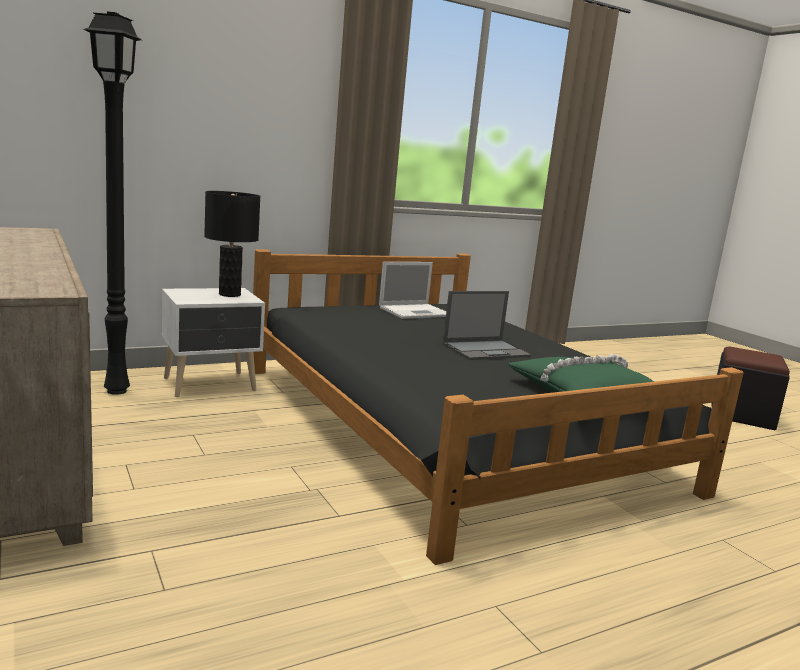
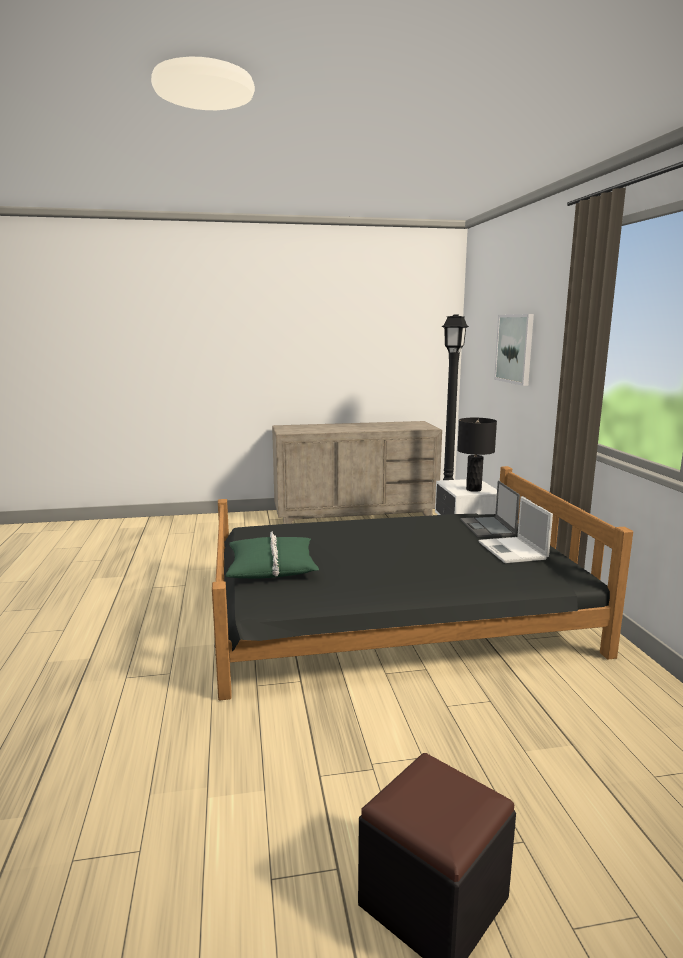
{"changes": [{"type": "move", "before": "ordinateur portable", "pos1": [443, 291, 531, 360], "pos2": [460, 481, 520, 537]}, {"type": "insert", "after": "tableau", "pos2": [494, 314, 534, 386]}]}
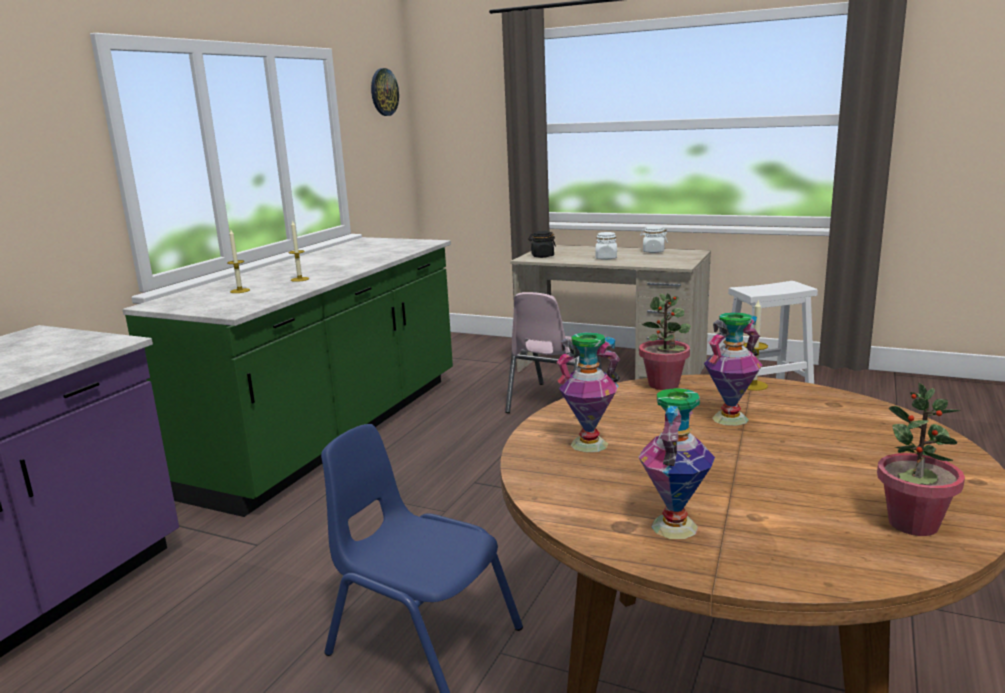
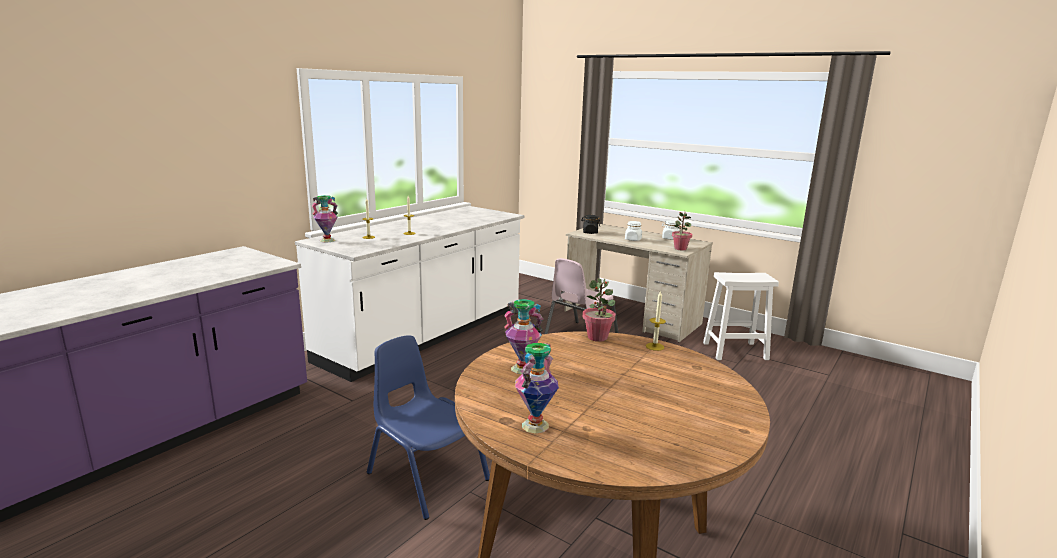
{"changes": [{"type": "delete", "before": "horloge murale", "pos1": [371, 68, 399, 116]}, {"type": "recolor", "before": "comptoir de cuisine [vert]", "after": "comptoir de cuisine [blanc]", "pos1": [122, 237, 453, 517], "pos2": [295, 206, 524, 382]}, {"type": "move", "before": "vase", "pos1": [704, 312, 762, 426], "pos2": [312, 195, 338, 242]}, {"type": "move", "before": "plante en pot", "pos1": [877, 383, 965, 536], "pos2": [672, 212, 692, 251]}]}
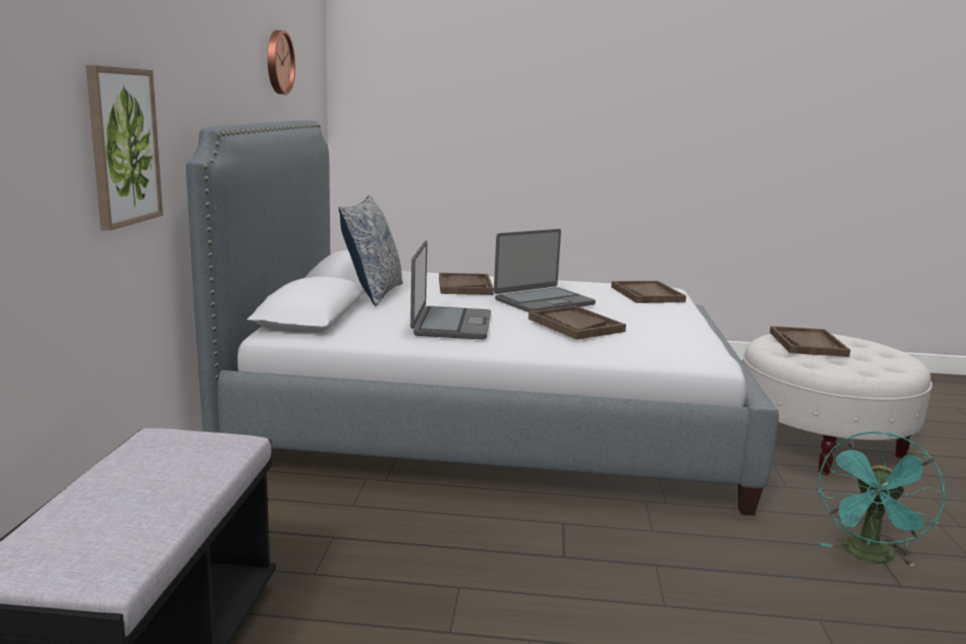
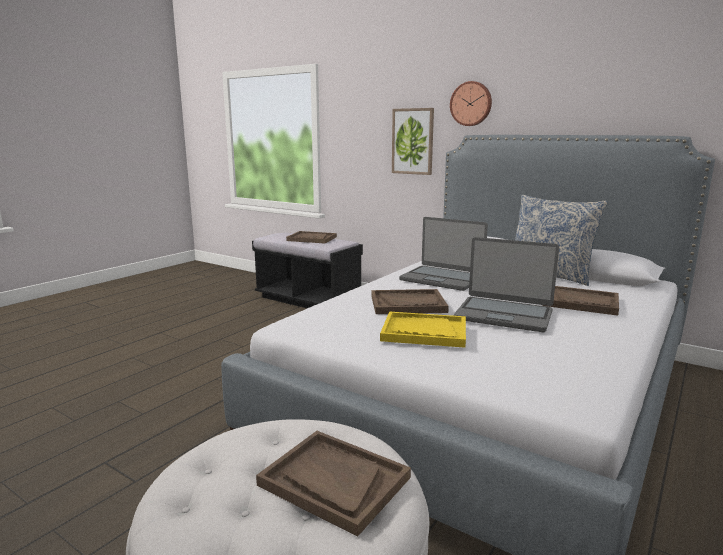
{"changes": [{"type": "move", "before": "horloge murale", "pos1": [267, 30, 295, 94], "pos2": [450, 81, 492, 126]}, {"type": "rotate", "before": "ordinateur portable", "pos1": [494, 229, 596, 312], "pos2": [454, 237, 559, 332], "turn": -60}, {"type": "move", "before": "plateau [marron]", "pos1": [611, 281, 686, 303], "pos2": [286, 231, 337, 244]}, {"type": "delete", "before": "ventilateur [turquoise]", "pos1": [818, 431, 946, 567]}, {"type": "insert", "after": "plateau [jaune]", "pos2": [380, 312, 466, 348]}]}
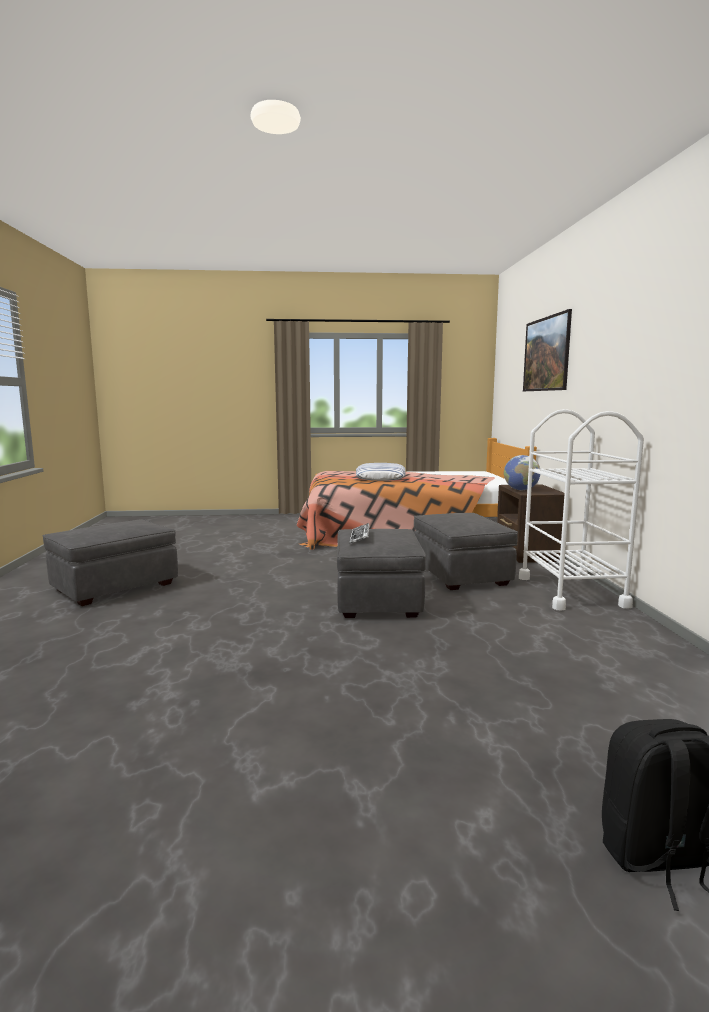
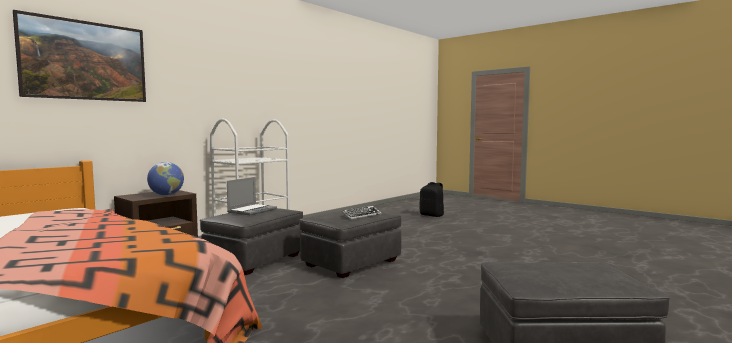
{"changes": [{"type": "delete", "before": "coussin", "pos1": [356, 463, 405, 481]}, {"type": "insert", "after": "ordinateur portable", "pos2": [227, 177, 277, 215]}]}
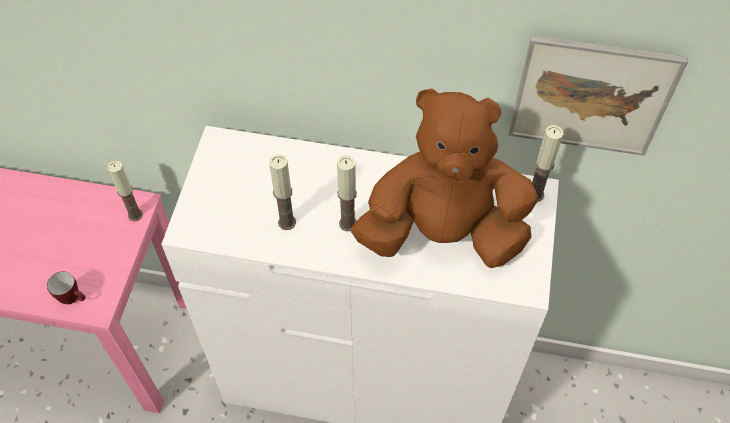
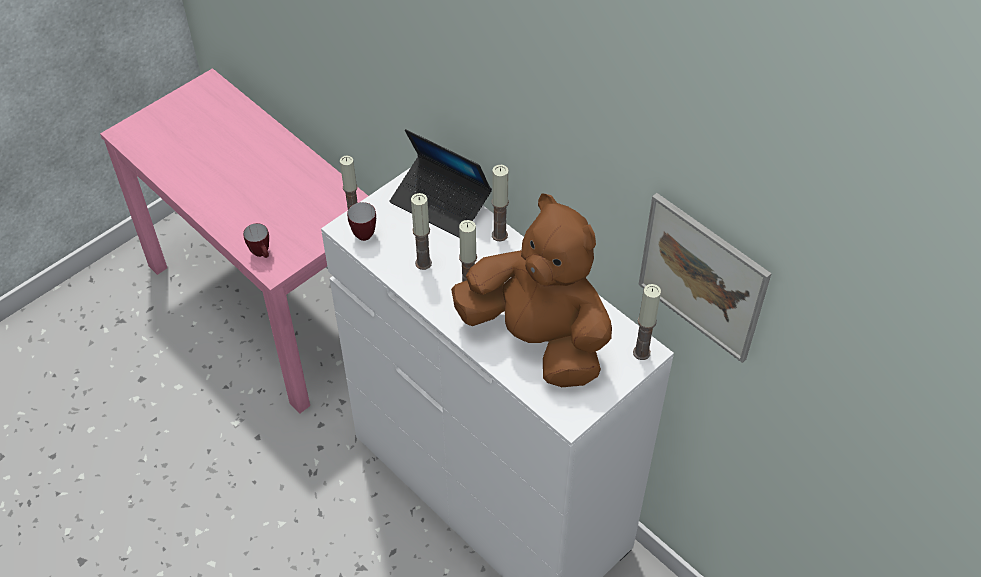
{"changes": [{"type": "insert", "after": "ordinateur portable", "pos2": [390, 129, 492, 238]}, {"type": "insert", "after": "bougie", "pos2": [492, 165, 509, 242]}, {"type": "insert", "after": "mug", "pos2": [347, 202, 376, 241]}]}
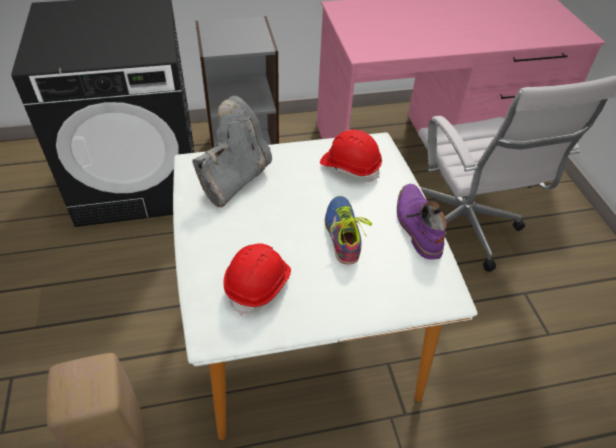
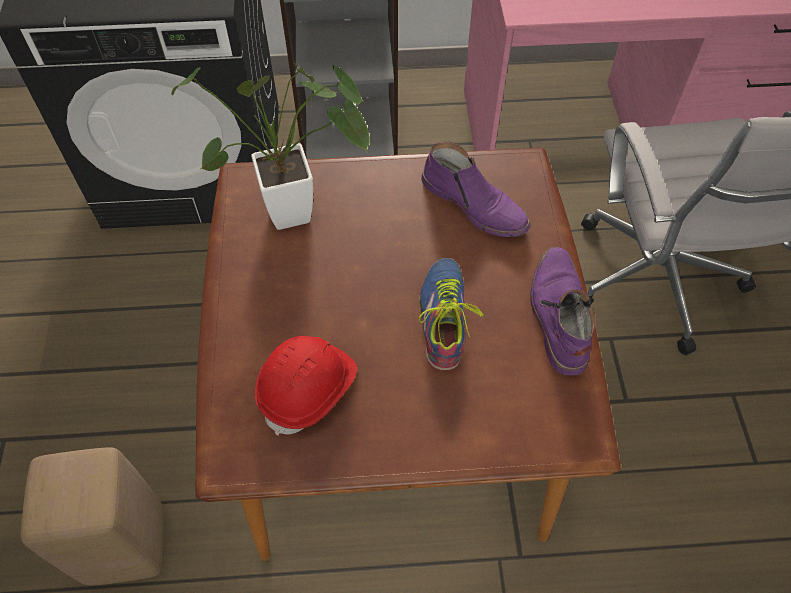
{"changes": [{"type": "replace", "before": "botte [gris]", "after": "plante en pot", "pos1": [192, 96, 272, 207], "pos2": [171, 62, 370, 230]}, {"type": "replace", "before": "casque de chantier [rouge]", "after": "botte [violet]", "pos1": [320, 129, 382, 182], "pos2": [421, 142, 531, 237]}, {"type": "recolor", "before": "table à manger [blanc]", "after": "table à manger [marron]", "pos1": [173, 132, 478, 440], "pos2": [195, 148, 621, 561]}]}
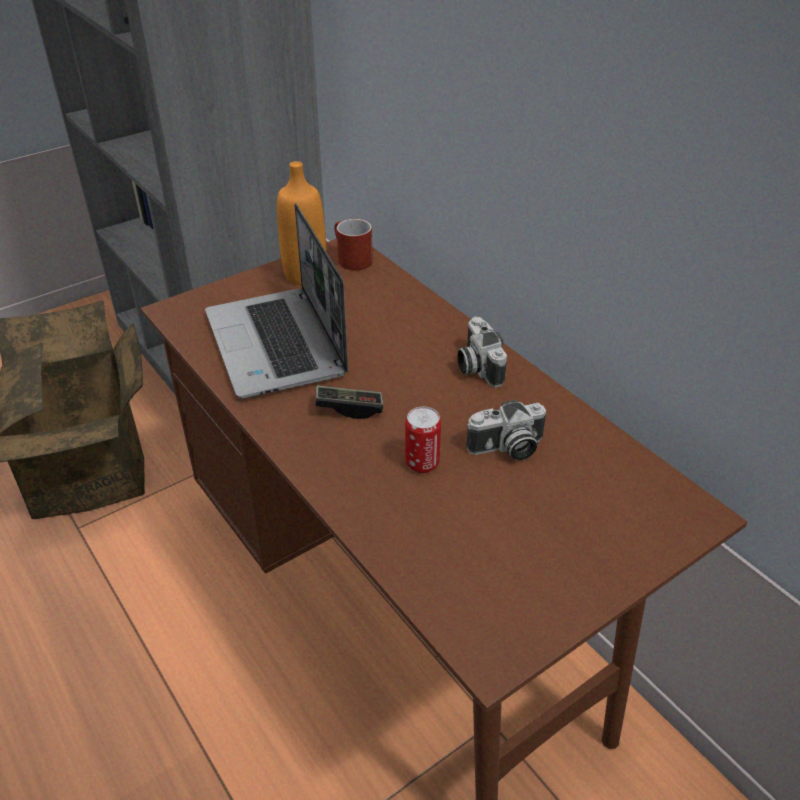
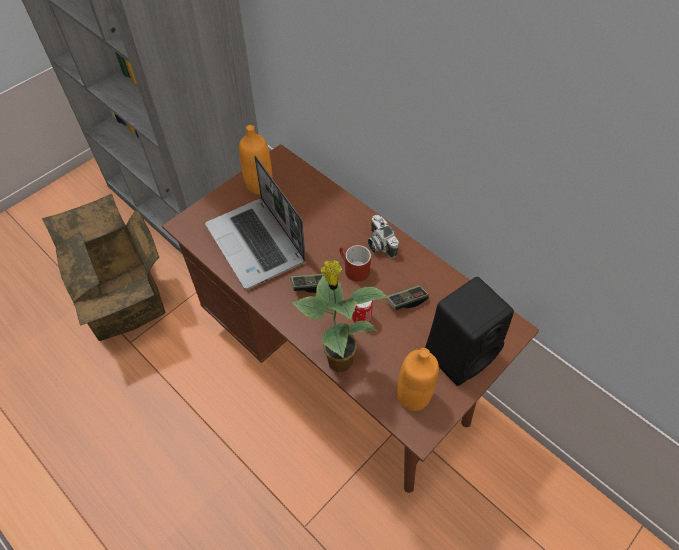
{"changes": [{"type": "move", "before": "mug [rouge]", "pos1": [334, 219, 373, 270], "pos2": [339, 245, 371, 282]}, {"type": "replace", "before": "appareil photo", "after": "manette", "pos1": [466, 400, 546, 460], "pos2": [386, 285, 429, 310]}, {"type": "insert", "after": "plante en pot", "pos2": [292, 260, 390, 372]}, {"type": "insert", "after": "enceinte [noir]", "pos2": [425, 277, 514, 386]}, {"type": "insert", "after": "bouteille [orange]", "pos2": [397, 348, 439, 411]}]}
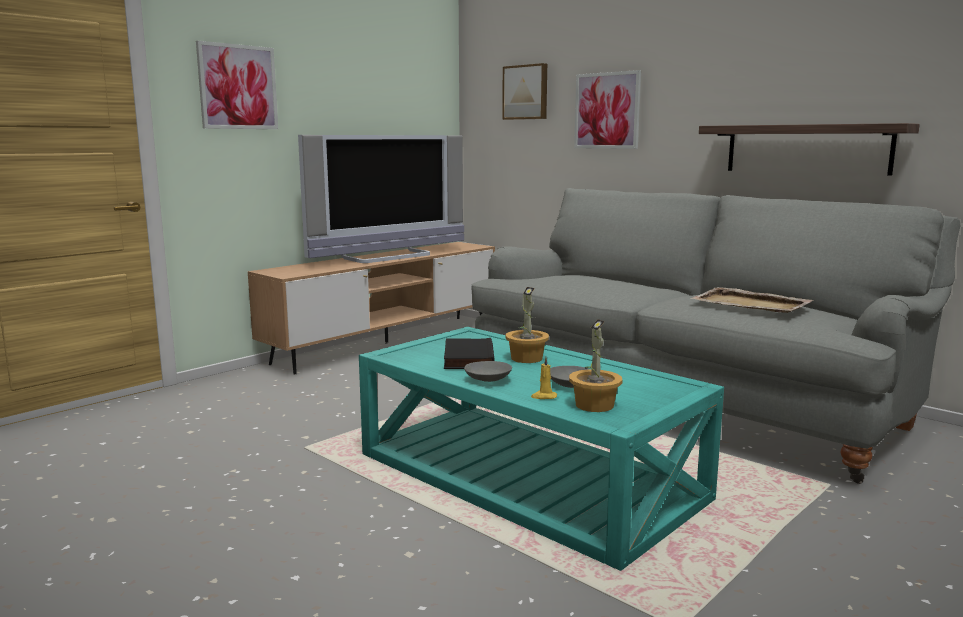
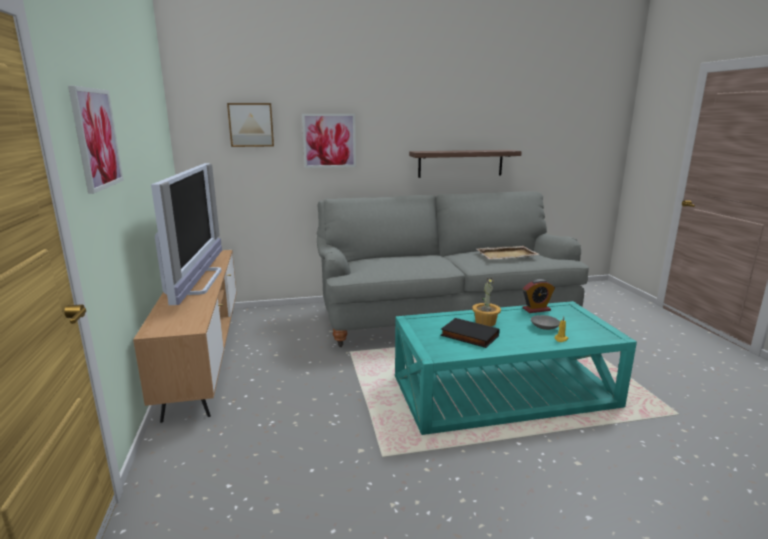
{"changes": [{"type": "delete", "before": "plante en pot", "pos1": [569, 319, 622, 412]}, {"type": "delete", "before": "bol [gris]", "pos1": [464, 361, 512, 382]}, {"type": "insert", "after": "réveil", "pos2": [523, 279, 555, 313]}]}
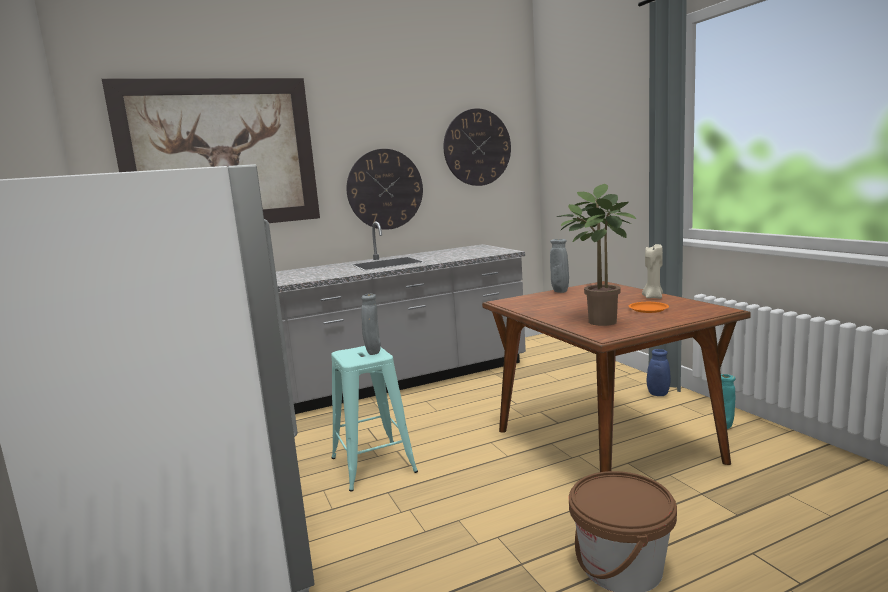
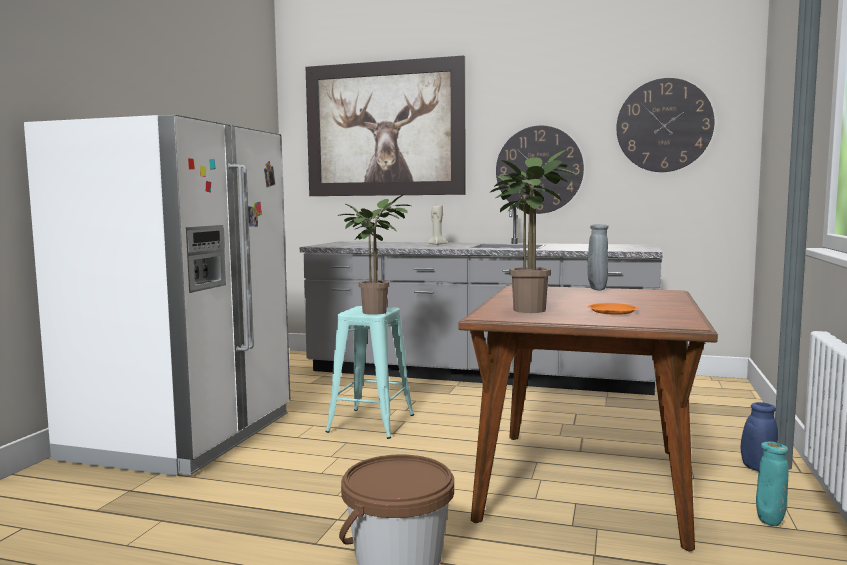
{"changes": [{"type": "move", "before": "bougie [beige]", "pos1": [642, 244, 663, 299], "pos2": [428, 205, 447, 245]}, {"type": "replace", "before": "vase [gris]", "after": "plante en pot", "pos1": [361, 294, 381, 355], "pos2": [337, 194, 411, 315]}]}
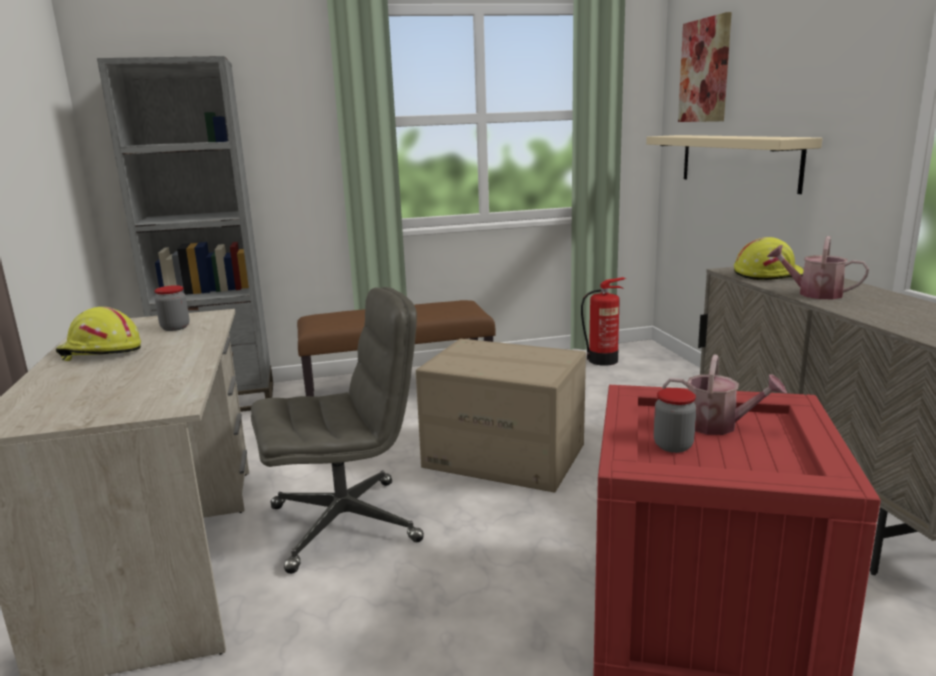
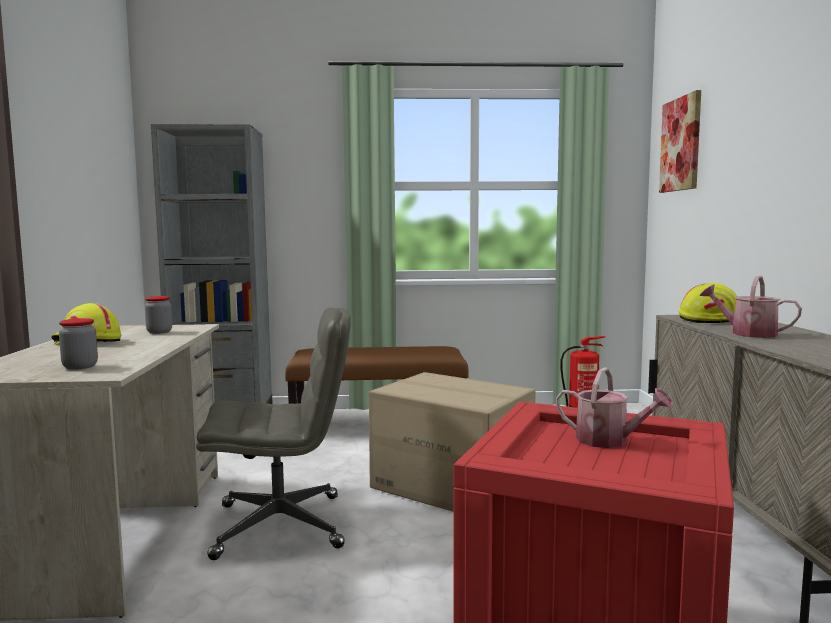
{"changes": [{"type": "delete", "before": "étagère [beige]", "pos1": [646, 135, 823, 194]}, {"type": "move", "before": "bocal", "pos1": [654, 388, 697, 453], "pos2": [59, 318, 98, 370]}]}
